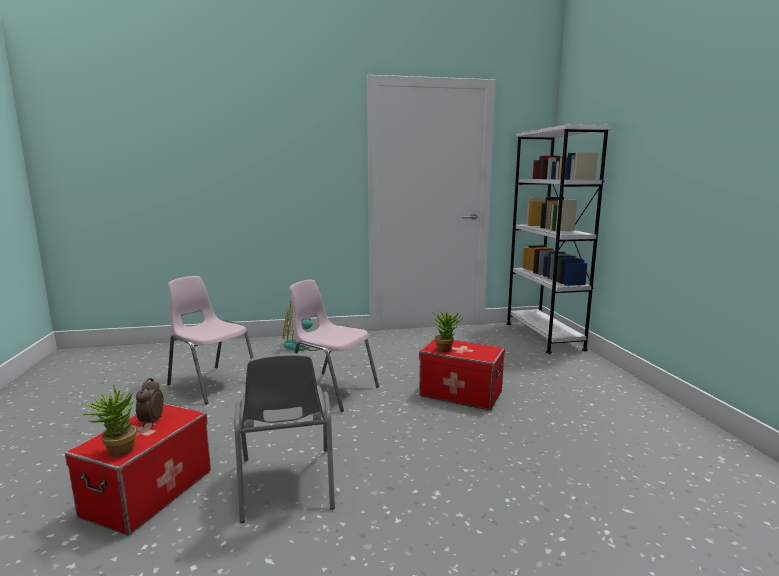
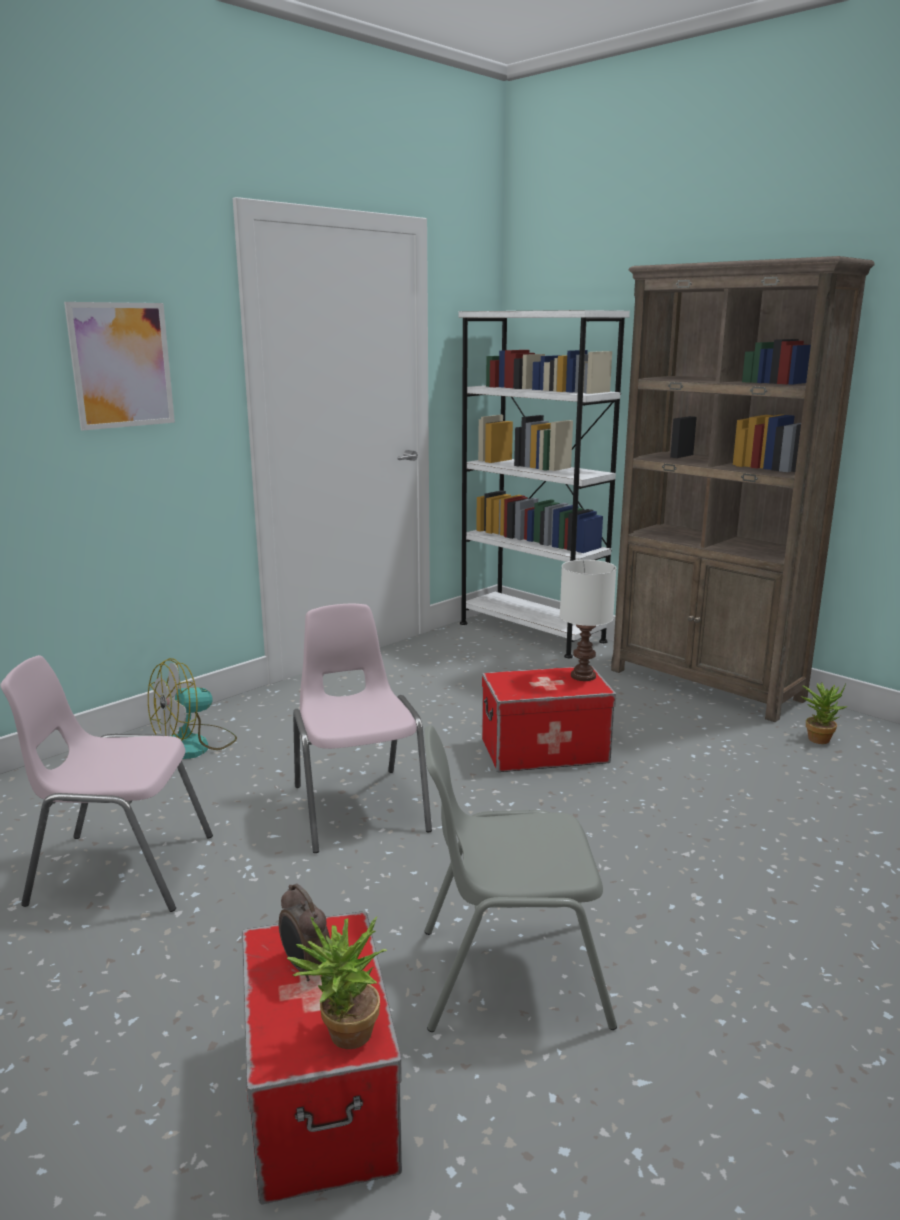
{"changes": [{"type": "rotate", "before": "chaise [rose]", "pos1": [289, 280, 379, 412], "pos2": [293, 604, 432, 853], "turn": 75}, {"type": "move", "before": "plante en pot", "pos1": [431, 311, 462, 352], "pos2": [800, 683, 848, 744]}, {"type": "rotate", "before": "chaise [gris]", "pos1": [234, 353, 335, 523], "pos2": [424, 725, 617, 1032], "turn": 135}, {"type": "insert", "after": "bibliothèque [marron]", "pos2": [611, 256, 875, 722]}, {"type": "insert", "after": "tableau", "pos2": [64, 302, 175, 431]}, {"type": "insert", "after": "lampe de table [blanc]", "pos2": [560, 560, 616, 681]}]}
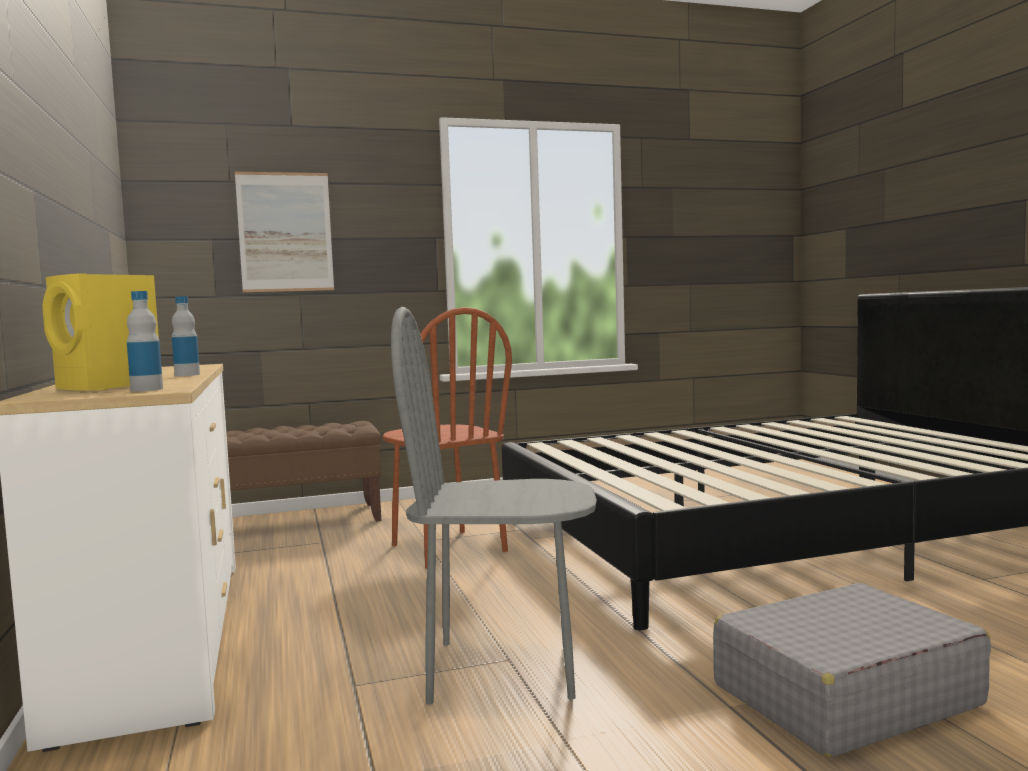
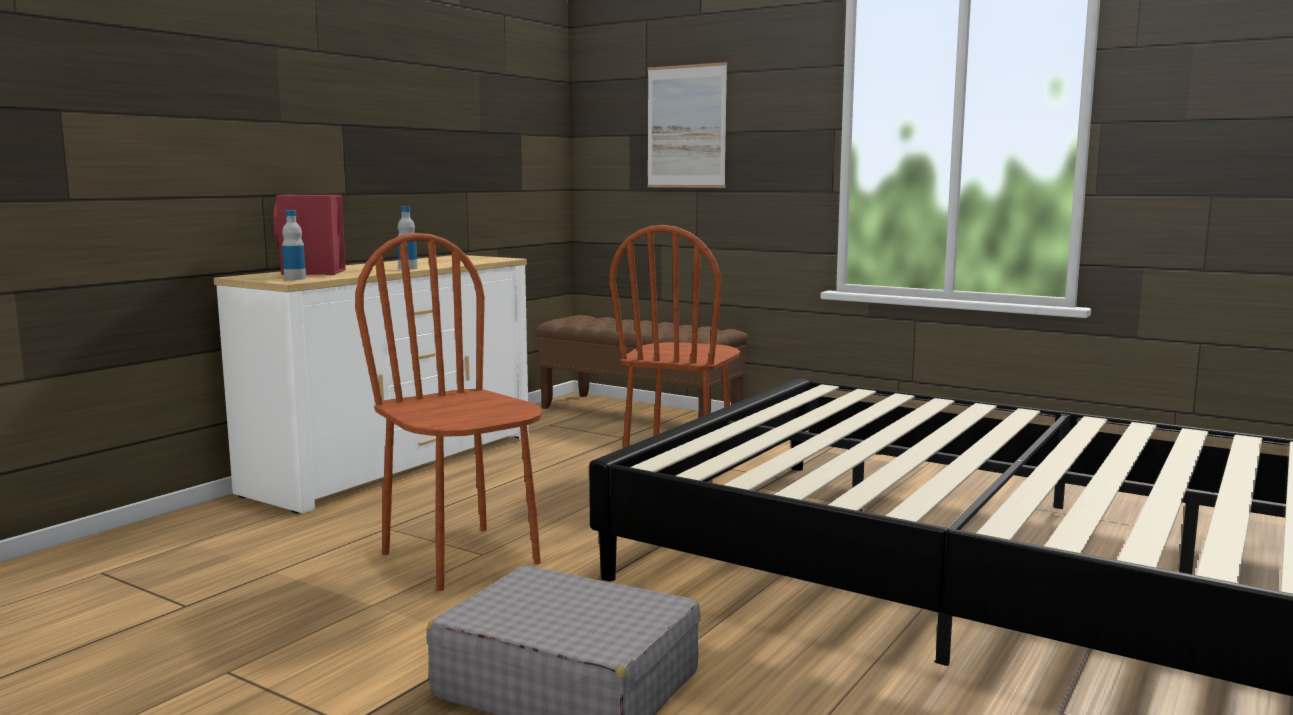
{"changes": [{"type": "recolor", "before": "enceinte [jaune]", "after": "enceinte [rouge]", "pos1": [42, 274, 159, 391], "pos2": [273, 195, 346, 275]}, {"type": "recolor", "before": "chaise [gris]", "after": "chaise [marron]", "pos1": [391, 307, 597, 704], "pos2": [355, 233, 542, 591]}]}
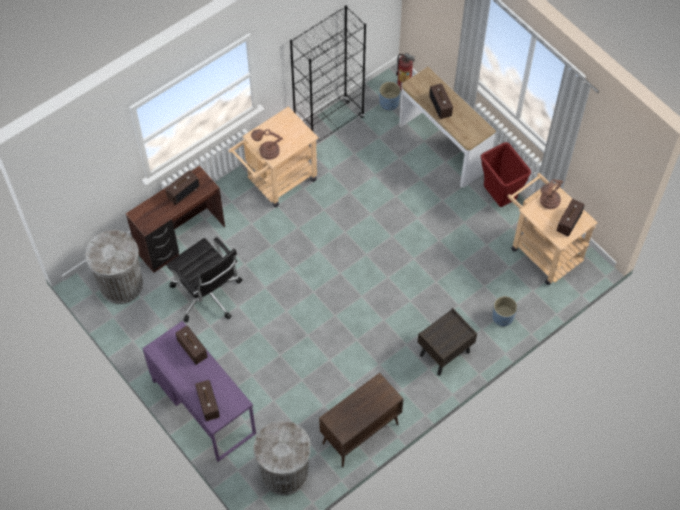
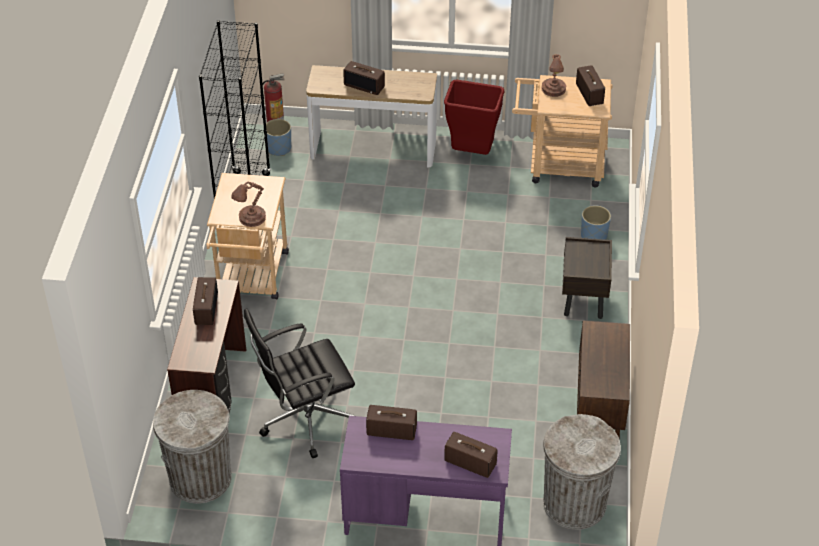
{"changes": [{"type": "rotate", "before": "chaise de bureau [noir]", "pos1": [166, 237, 243, 322], "pos2": [244, 309, 355, 458], "turn": 150}]}
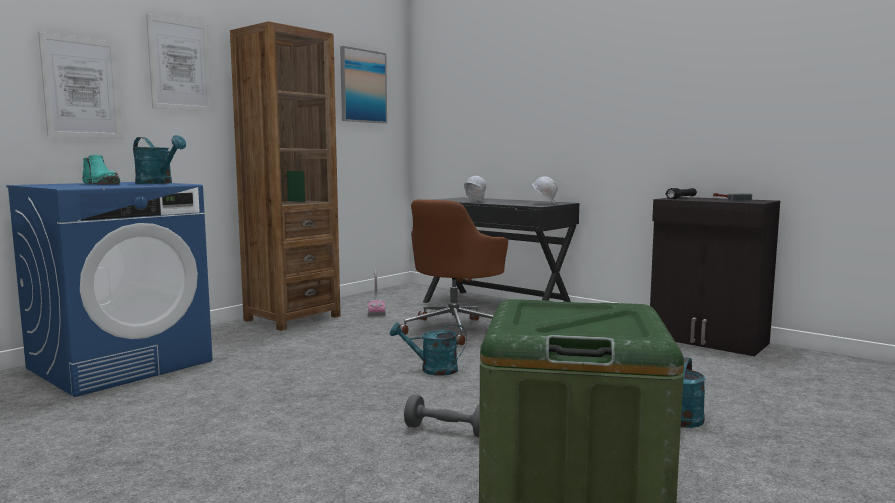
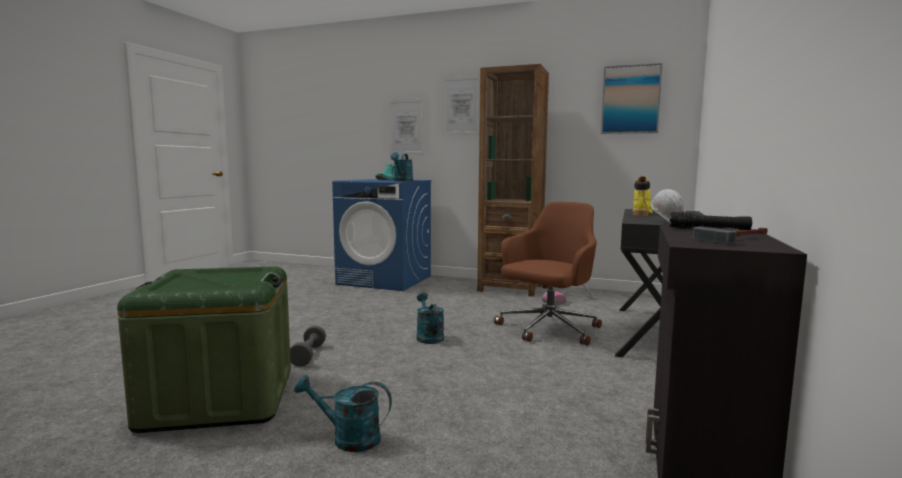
{"changes": [{"type": "replace", "before": "casque de chantier [blanc]", "after": "botte [jaune]", "pos1": [464, 176, 486, 201], "pos2": [633, 176, 653, 216]}, {"type": "rotate", "before": "chaise de bureau [marron]", "pos1": [400, 200, 508, 345], "pos2": [494, 202, 602, 346], "turn": 120}]}
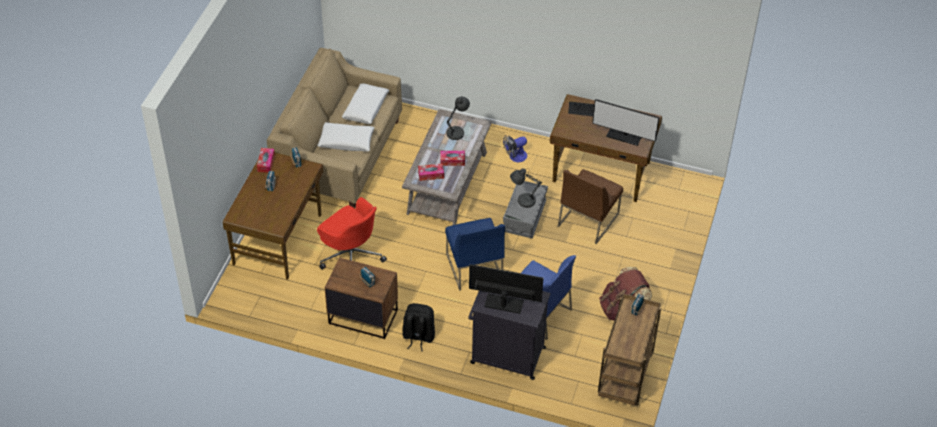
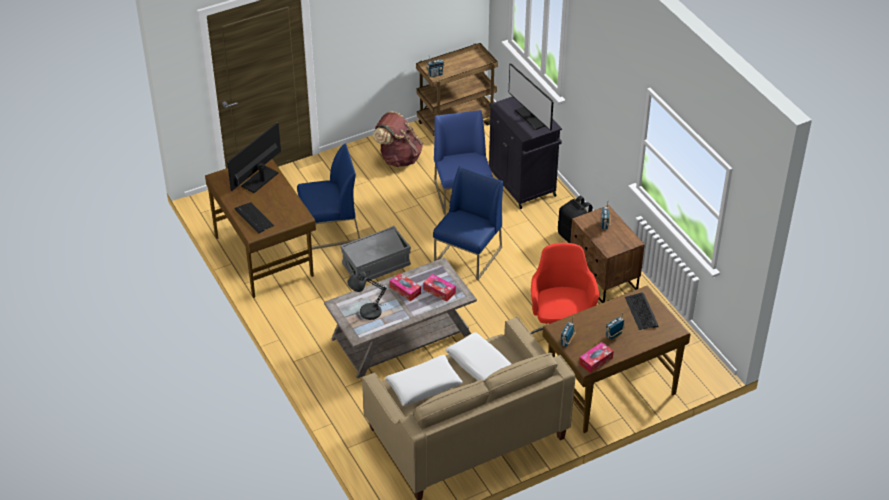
{"changes": [{"type": "rotate", "before": "écran d'ordinateur", "pos1": [592, 99, 660, 146], "pos2": [227, 122, 281, 193], "turn": -120}, {"type": "delete", "before": "ventilateur", "pos1": [503, 135, 527, 162]}, {"type": "delete", "before": "lampe de table [gris]", "pos1": [510, 168, 542, 208]}, {"type": "recolor", "before": "chaise [marron]", "after": "chaise [bleu]", "pos1": [558, 169, 623, 244], "pos2": [297, 143, 360, 250]}, {"type": "insert", "after": "clavier", "pos2": [625, 292, 659, 330]}]}
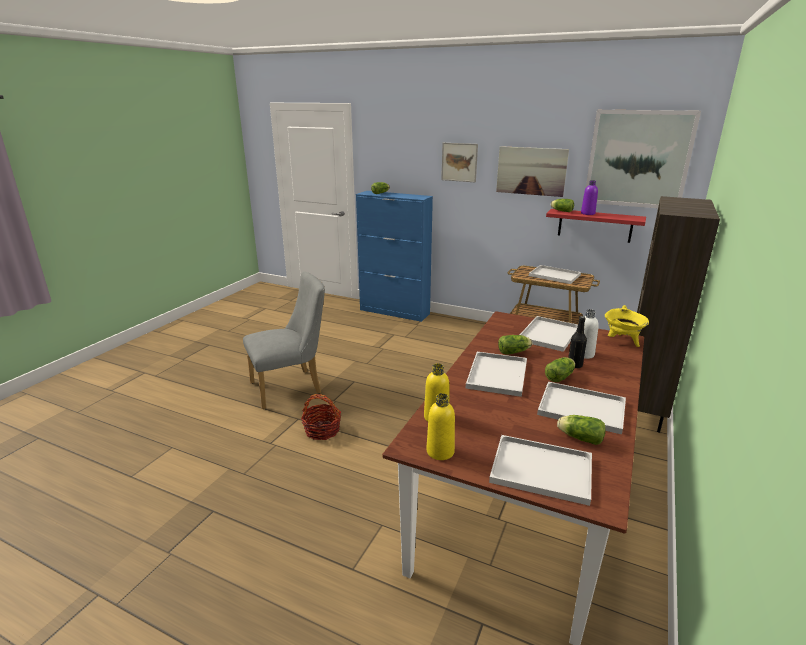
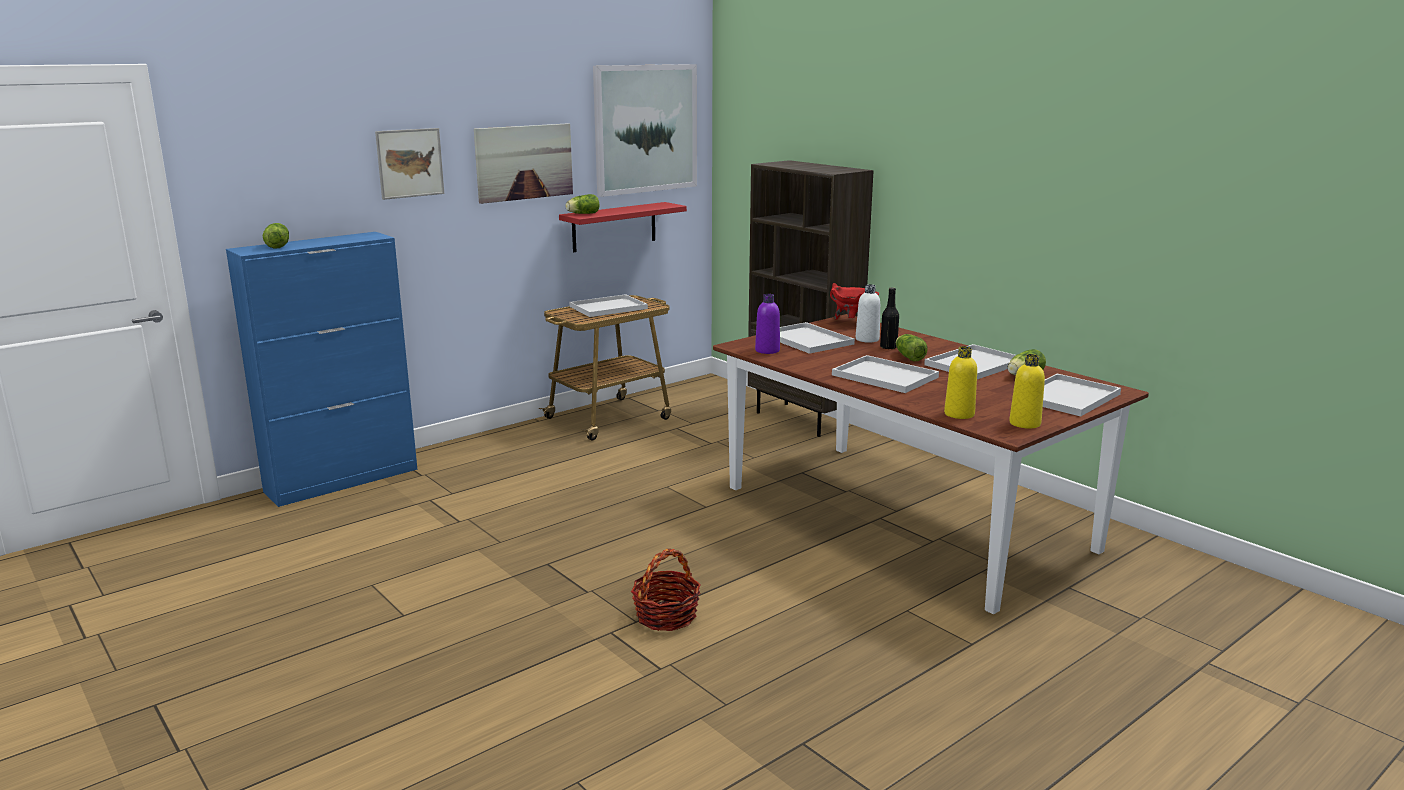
{"changes": [{"type": "move", "before": "bouteille [violet]", "pos1": [581, 180, 598, 215], "pos2": [755, 294, 780, 354]}, {"type": "delete", "before": "chaise [gris]", "pos1": [243, 272, 325, 409]}, {"type": "recolor", "before": "marmite [jaune]", "after": "marmite [rouge]", "pos1": [605, 305, 649, 347], "pos2": [830, 283, 879, 320]}, {"type": "delete", "before": "laitue", "pos1": [498, 335, 532, 354]}]}
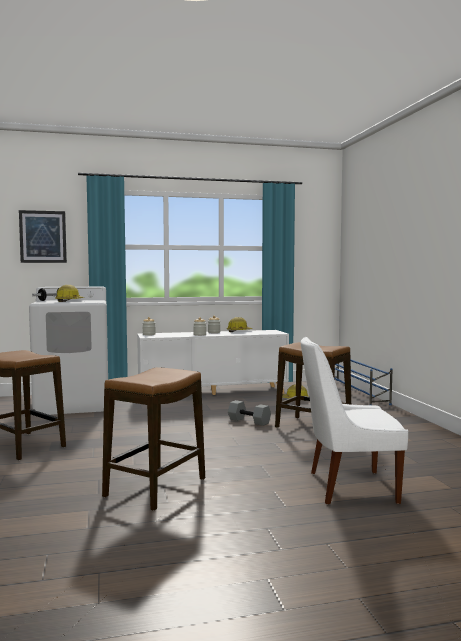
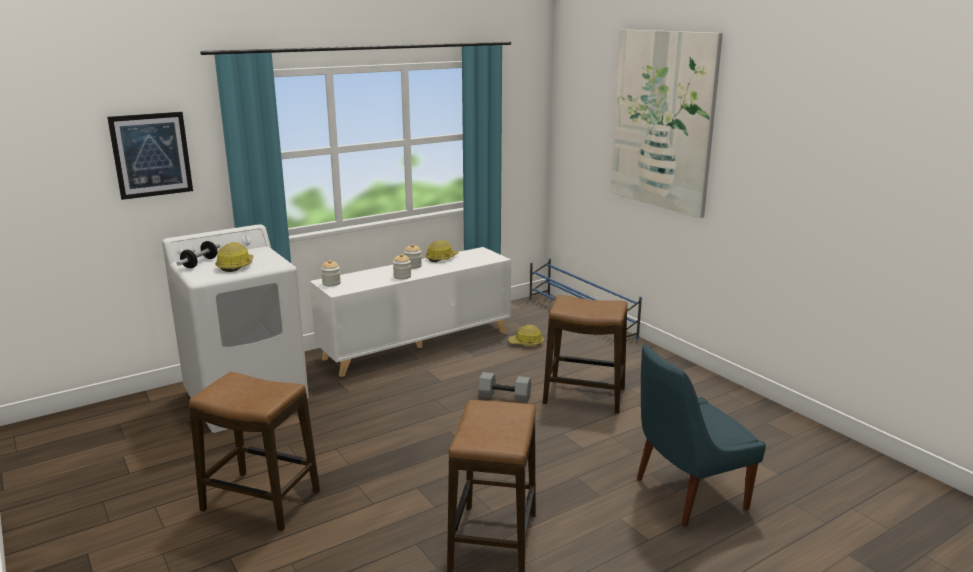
{"changes": [{"type": "recolor", "before": "chaise [blanc]", "after": "chaise [bleu]", "pos1": [301, 337, 408, 504], "pos2": [637, 345, 766, 527]}, {"type": "insert", "after": "tableau", "pos2": [610, 29, 723, 218]}]}
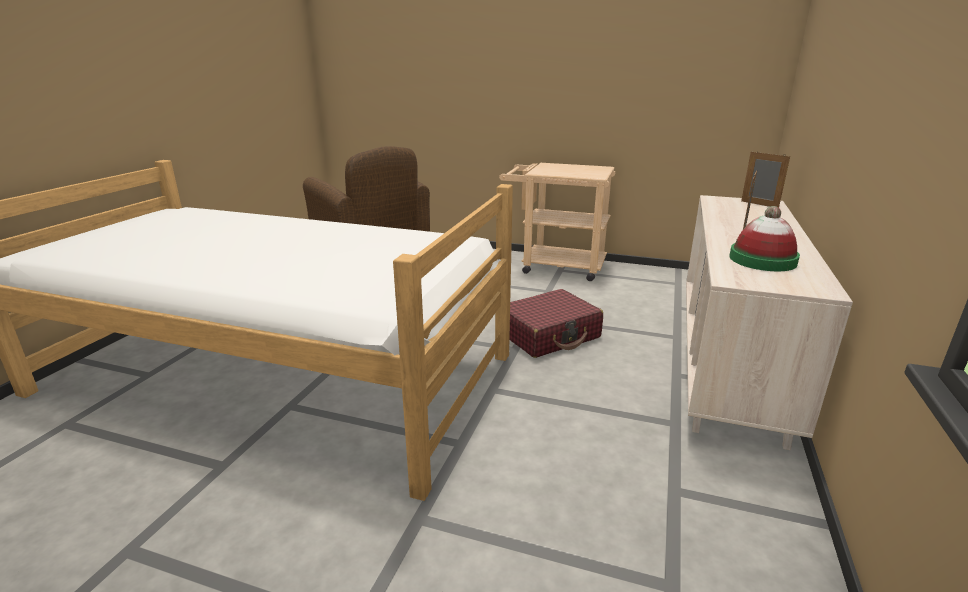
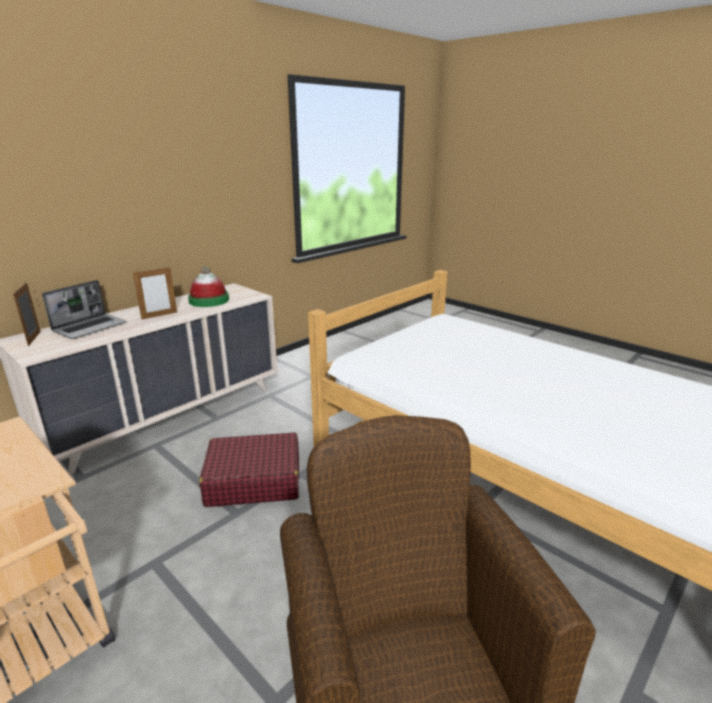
{"changes": [{"type": "insert", "after": "ordinateur portable", "pos2": [42, 280, 126, 339]}]}
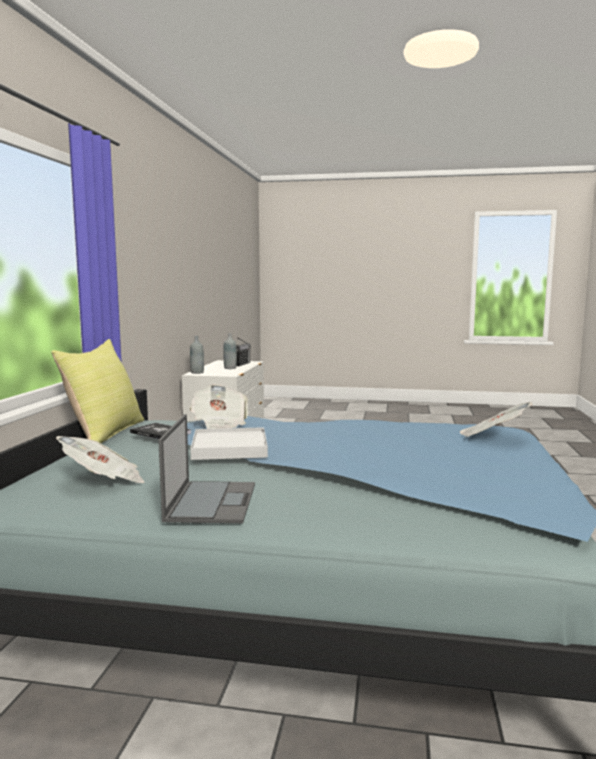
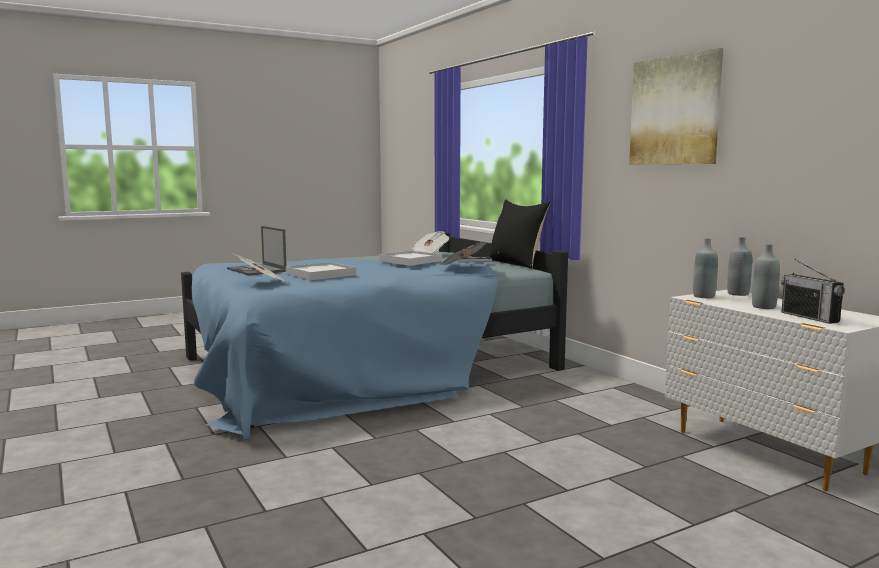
{"changes": [{"type": "recolor", "before": "coussin [jaune]", "after": "coussin [noir]", "pos1": [51, 339, 144, 443], "pos2": [488, 199, 550, 269]}, {"type": "move", "before": "ordinateur portable", "pos1": [158, 414, 255, 523], "pos2": [227, 226, 286, 275]}, {"type": "insert", "after": "tableau", "pos2": [629, 48, 723, 164]}, {"type": "insert", "after": "bouteille [gris]", "pos2": [693, 238, 718, 298]}, {"type": "insert", "after": "plateau [blanc]", "pos2": [286, 262, 356, 280]}]}
